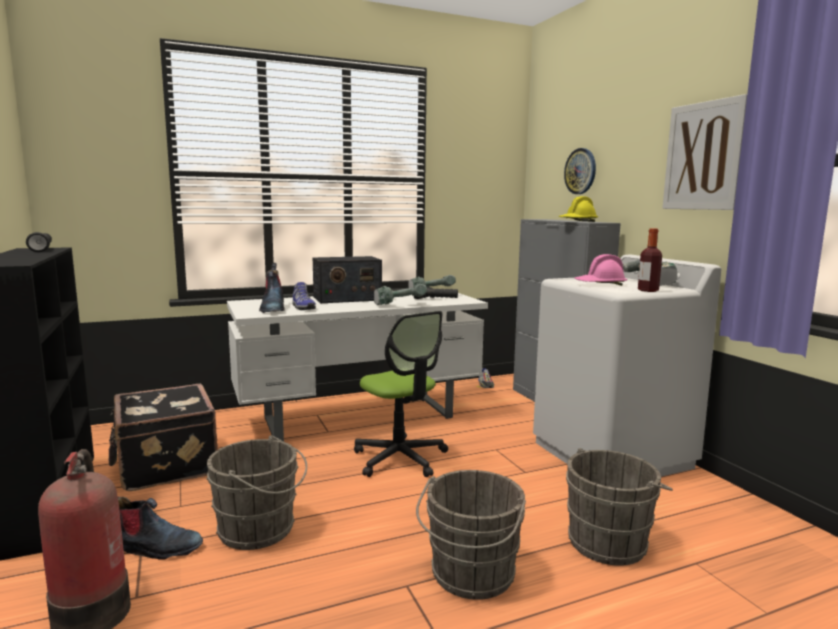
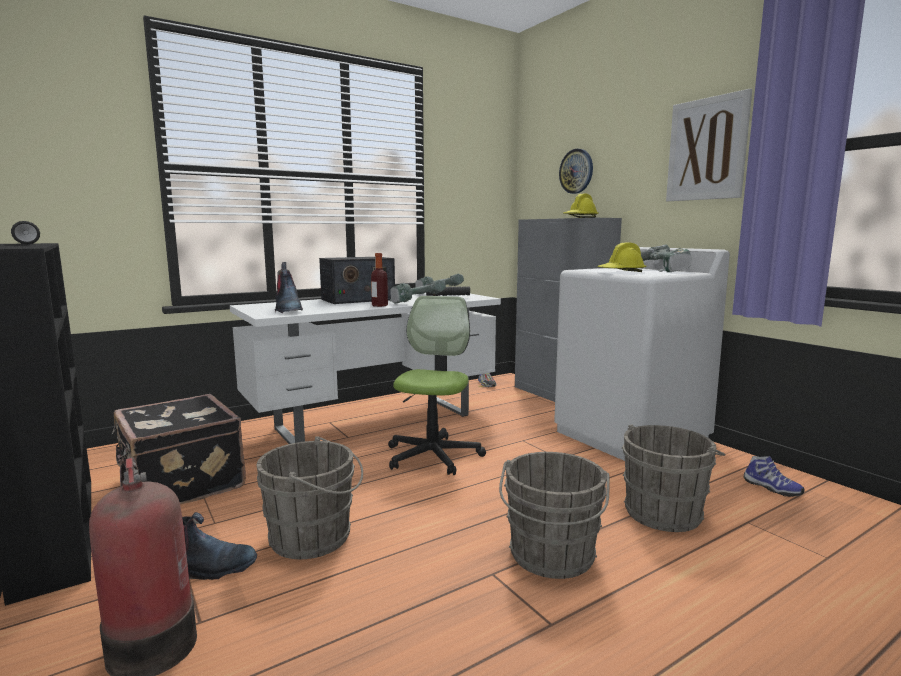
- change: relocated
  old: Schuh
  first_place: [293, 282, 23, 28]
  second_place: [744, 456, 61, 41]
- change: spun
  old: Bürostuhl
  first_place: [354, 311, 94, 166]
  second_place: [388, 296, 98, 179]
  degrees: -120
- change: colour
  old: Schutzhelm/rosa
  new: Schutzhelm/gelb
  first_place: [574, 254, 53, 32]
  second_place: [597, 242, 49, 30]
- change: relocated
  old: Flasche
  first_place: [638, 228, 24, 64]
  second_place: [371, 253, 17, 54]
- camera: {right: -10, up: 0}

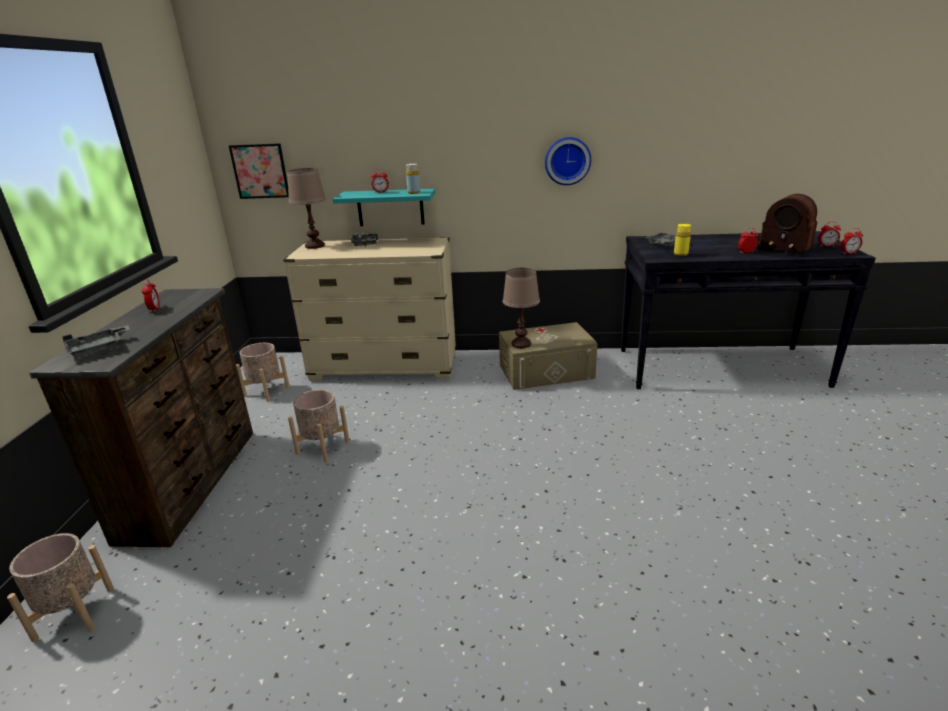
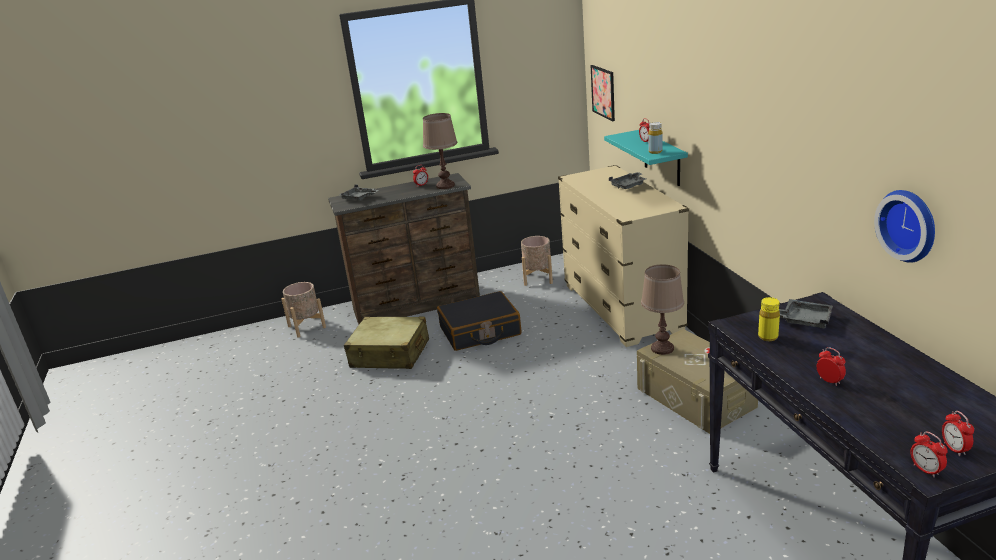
- change: relocated
  old: Tischlampe/braun
  first_place: [287, 168, 39, 81]
  second_place: [423, 113, 34, 76]
- change: exchanged
  old: Pflanzkübel/beige
  new: Koffer/schwarz
  first_place: [288, 390, 62, 72]
  second_place: [437, 291, 84, 60]
- change: relocated
  old: Wanduhr
  first_place: [545, 137, 46, 48]
  second_place: [874, 190, 61, 73]
- change: missing
  old: Radio
  first_place: [757, 194, 60, 61]
- change: appeared
  new: Koffer/beige
  second_place: [344, 317, 85, 52]
- camera: {right: 70, up: 0}

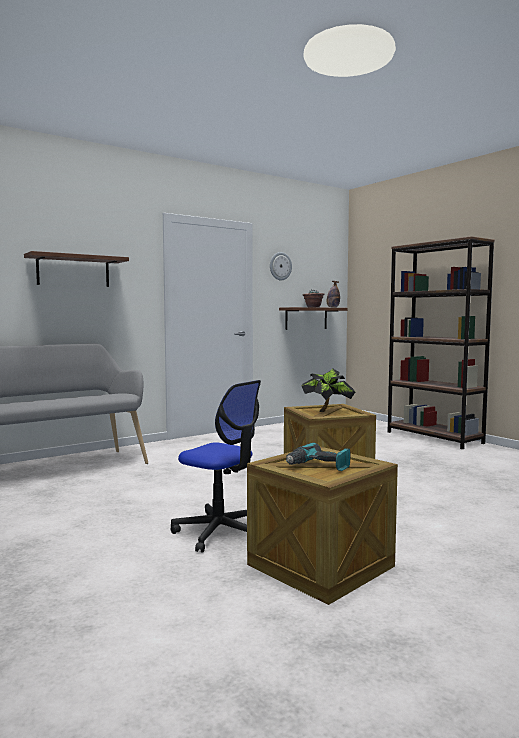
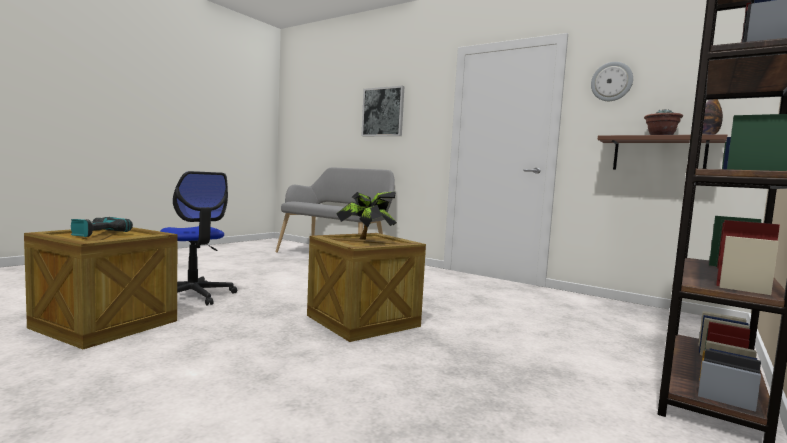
- change: exchanged
  old: Wandregal/braun
  new: Bild
  first_place: [24, 251, 105, 36]
  second_place: [361, 86, 43, 50]
- change: spun
  old: Bürostuhl
  first_place: [171, 380, 90, 172]
  second_place: [160, 171, 77, 135]
  degrees: -60
- camera: {right: 70, up: 0}

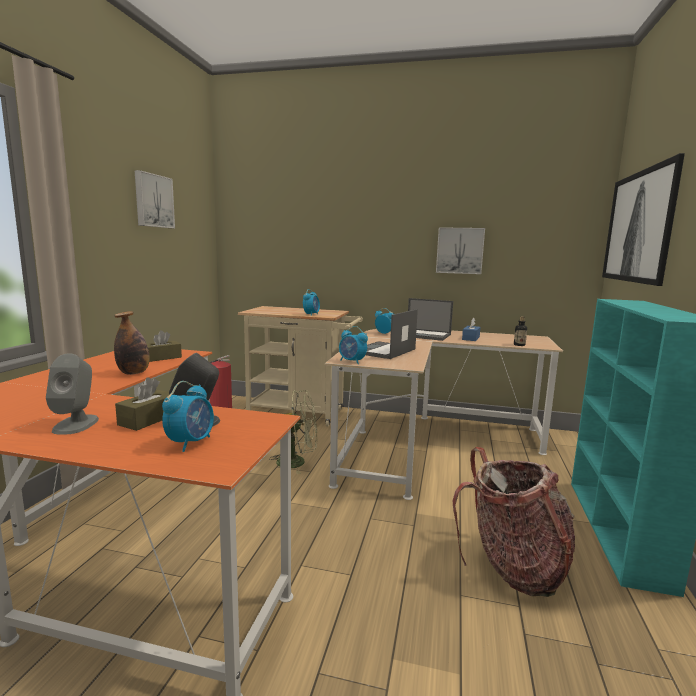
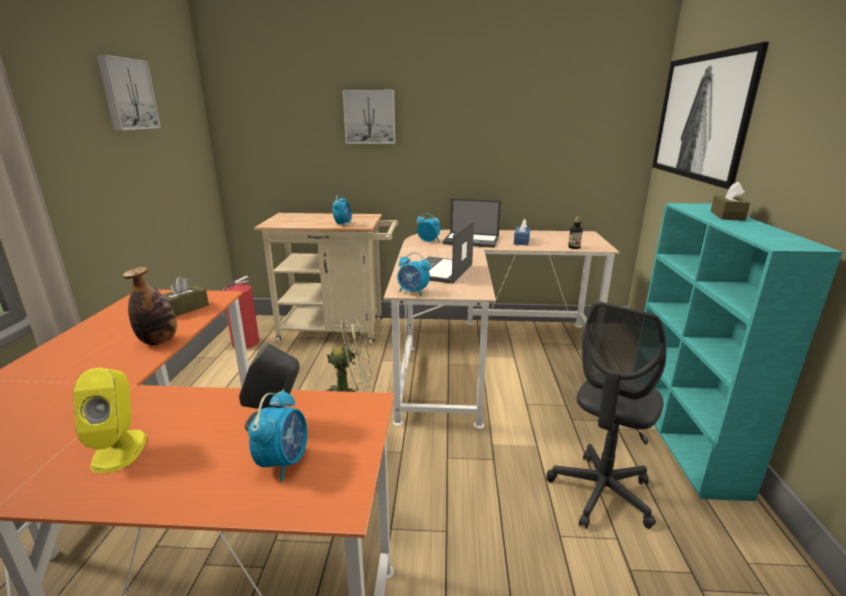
- change: colour
  old: Lautsprecher/grau
  new: Lautsprecher/gelb
  first_place: [46, 353, 53, 82]
  second_place: [73, 368, 74, 105]
- change: relocated
  old: Taschentuchbox/braun
  first_place: [115, 377, 54, 54]
  second_place: [711, 181, 39, 40]
- change: relocated
  old: Bild
  first_place: [436, 227, 49, 47]
  second_place: [343, 90, 52, 54]
- change: exchanged
  old: Rucksack
  new: Bürostuhl/grau
  first_place: [453, 447, 122, 150]
  second_place: [546, 301, 120, 228]
- camera: {right: -10, up: 10}

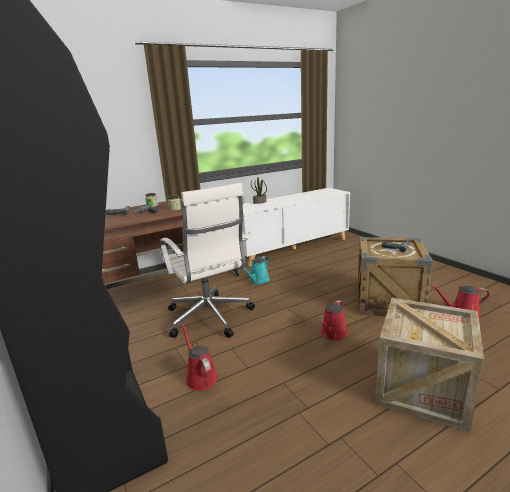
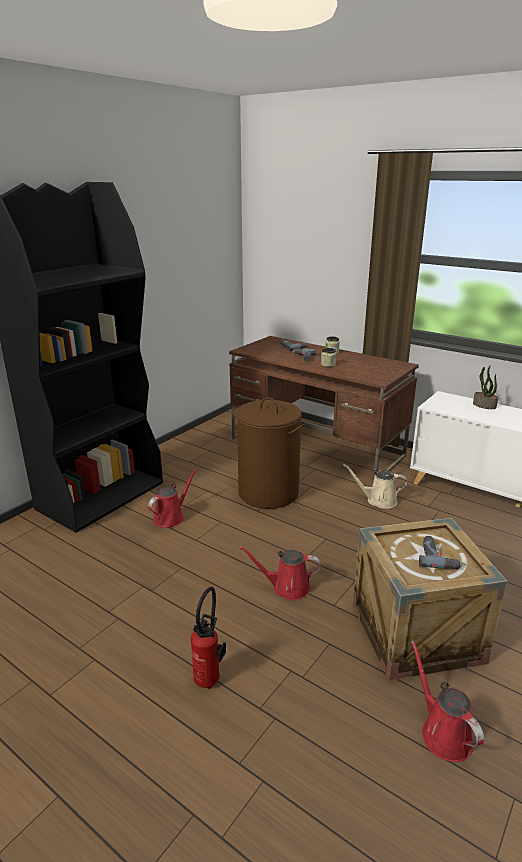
- change: exchanged
  old: Bürostuhl/weiß
  new: Wäschekorb/braun
  first_place: [160, 183, 95, 155]
  second_place: [234, 397, 71, 112]
- change: colour
  old: Gießkanne/türkis
  new: Gießkanne/beige
  first_place: [243, 256, 27, 28]
  second_place: [343, 464, 64, 45]
- change: exchanged
  old: Kiste
  new: Feuerlöscher
  first_place: [375, 298, 109, 134]
  second_place: [191, 587, 35, 102]
- camera: {right: 65, up: 5}

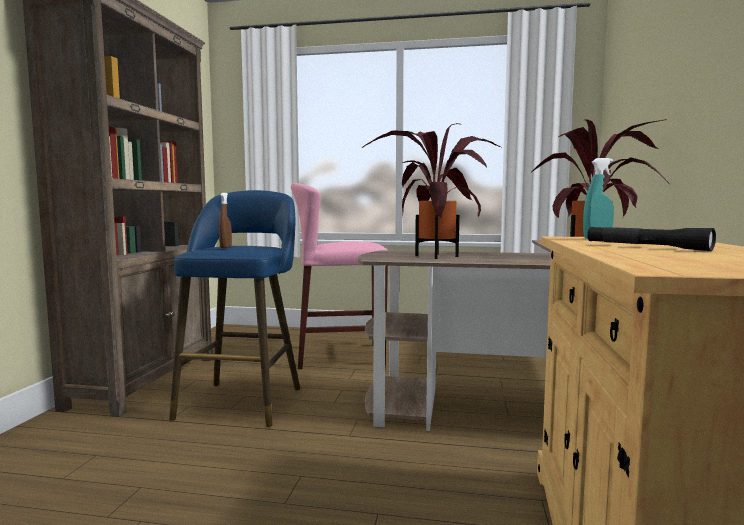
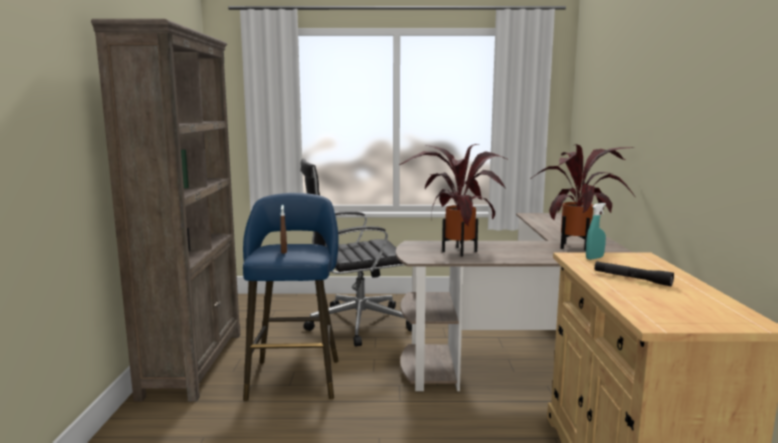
- change: exchanged
  old: Hocker/rosa
  new: Bürostuhl/schwarz
  first_place: [291, 183, 98, 186]
  second_place: [300, 159, 112, 188]
- camera: {right: -10, up: 5}

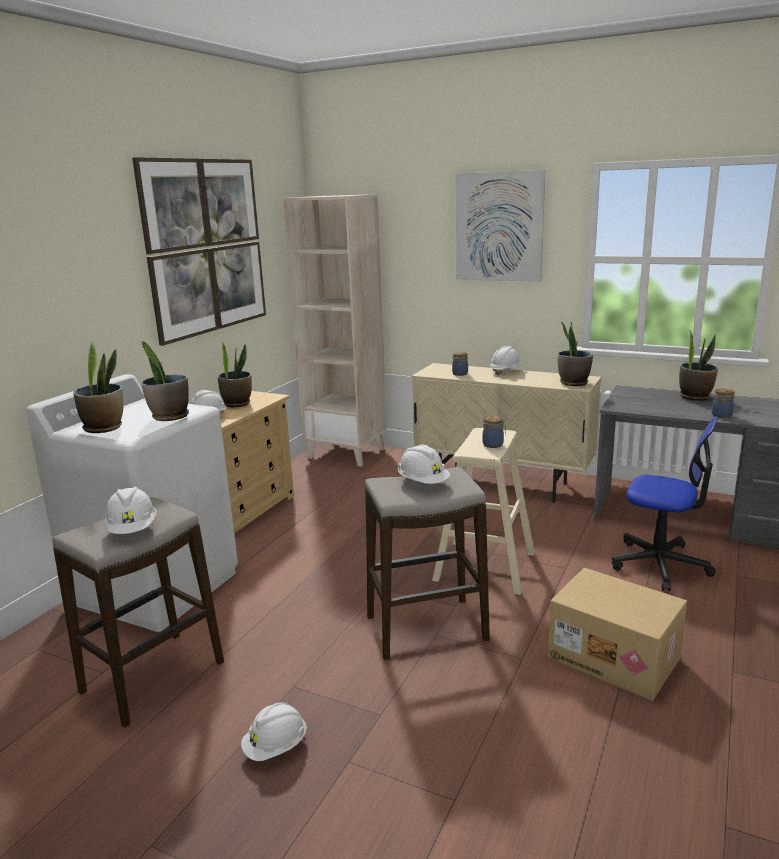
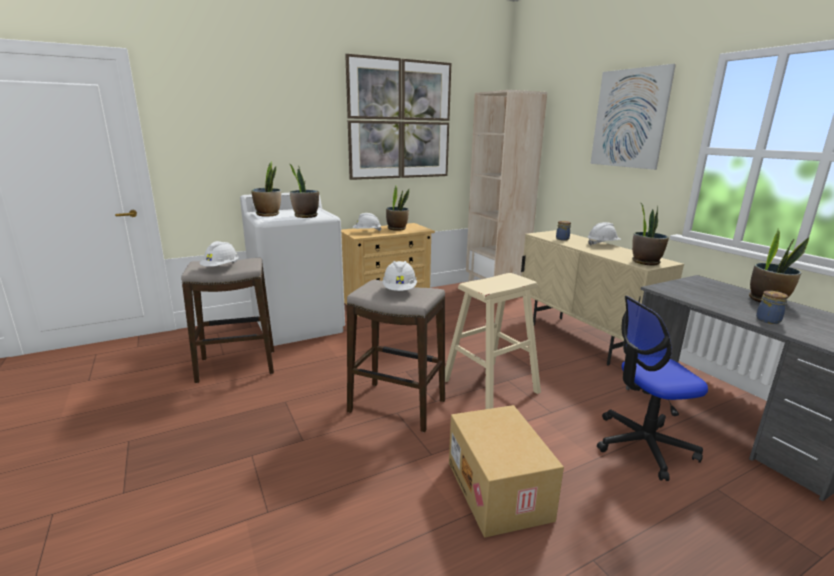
- change: missing
  old: Schutzhelm/weiß
  first_place: [241, 702, 66, 59]
- change: missing
  old: Vorratsglas
  first_place: [482, 416, 24, 32]
- change: spun
  old: Bürostuhl
  first_place: [612, 416, 106, 175]
  second_place: [597, 296, 111, 185]
  degrees: 105
- camera: {right: 35, up: 0}

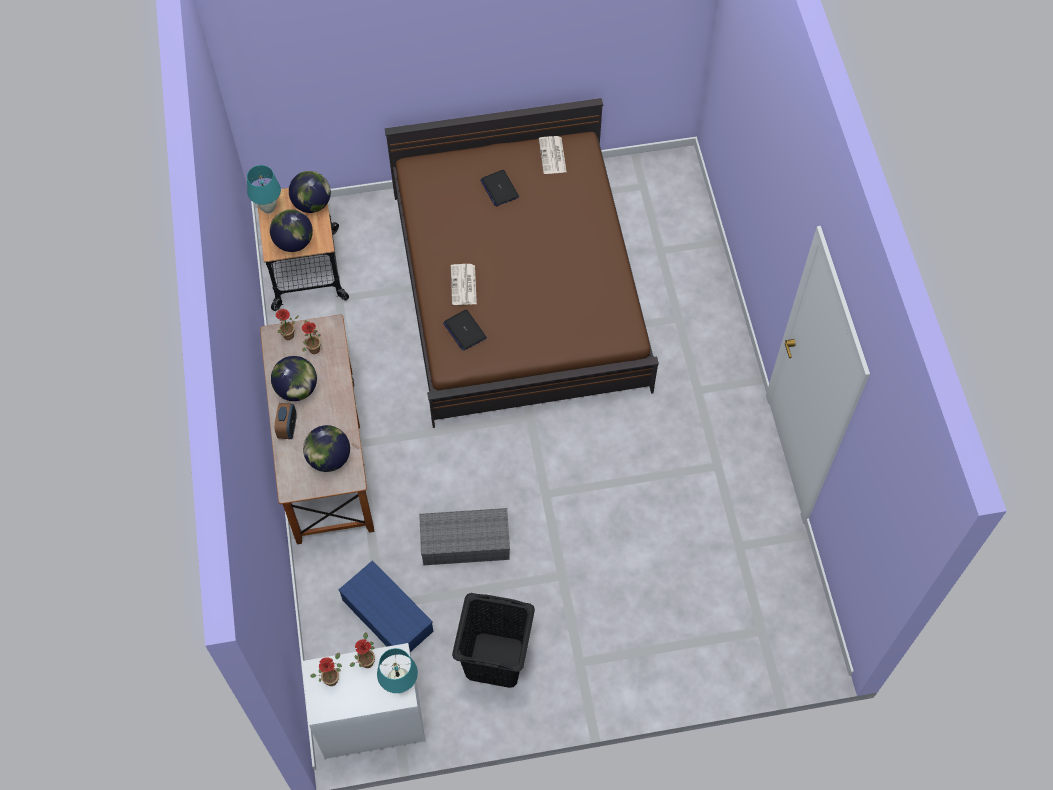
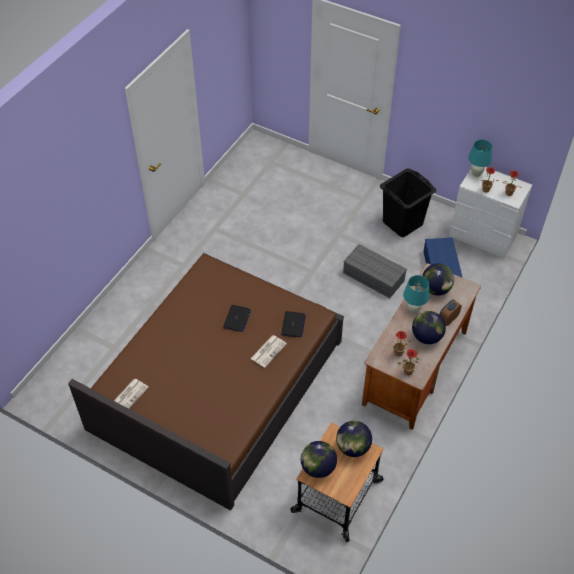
- change: relocated
  old: Tischlampe/türkis
  first_place: [247, 165, 34, 49]
  second_place: [403, 275, 27, 39]
- change: relocated
  old: Laptop
  first_place: [480, 170, 39, 36]
  second_place: [223, 305, 28, 27]
- camera: {right: -140, up: -10}

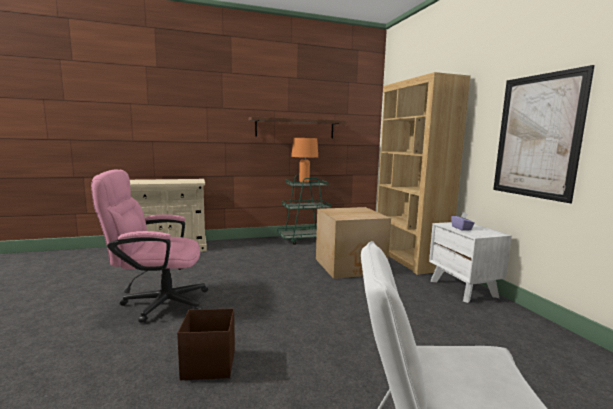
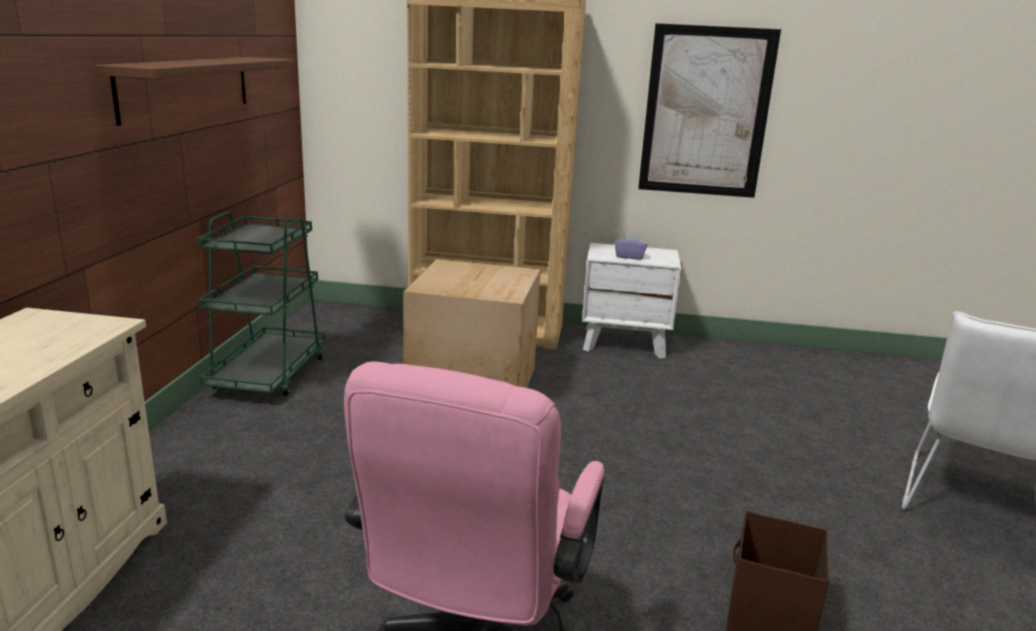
- change: missing
  old: Tischlampe/orange
  first_place: [291, 138, 27, 46]
- camera: {right: -65, up: 10}

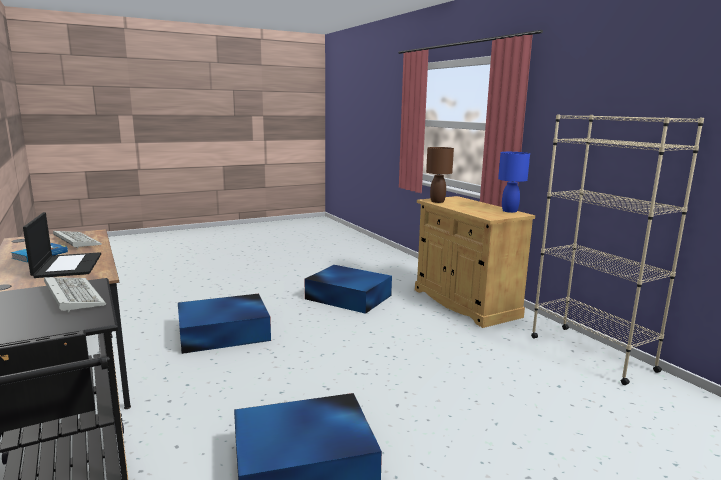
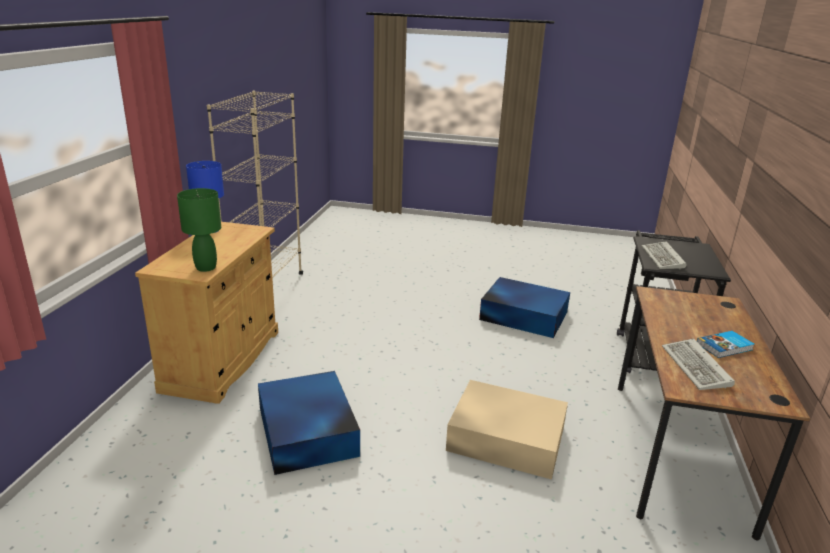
- change: missing
  old: Laptop
  first_place: [23, 212, 78, 66]
- change: colour
  old: Aufbewahrungsbox/blau
  new: Aufbewahrungsbox/beige
  first_place: [178, 294, 93, 60]
  second_place: [446, 380, 122, 100]
- change: colour
  old: Tischlampe/braun
  new: Tischlampe/grün
  first_place: [426, 147, 28, 56]
  second_place: [177, 188, 44, 84]
- camera: {right: -140, up: 10}

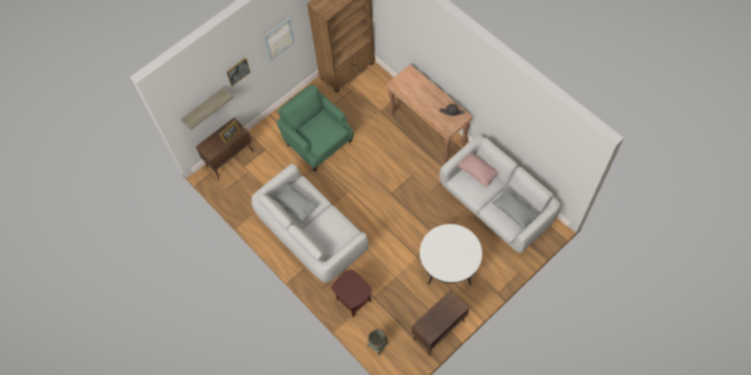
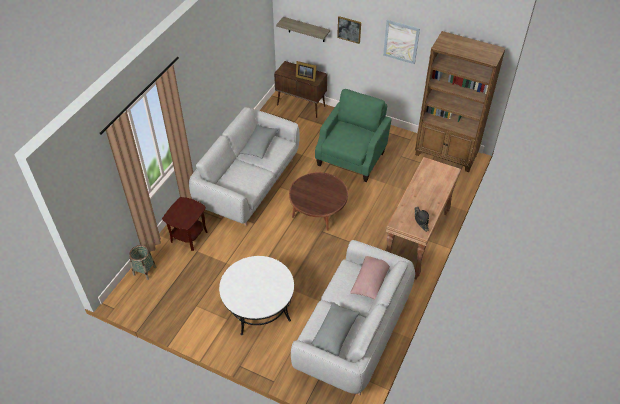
- change: missing
  old: Schrank/braun
  first_place: [412, 290, 57, 66]
- change: appeared
  new: Couchtisch/braun
  second_place: [289, 172, 59, 59]
- camera: {right: 65, up: -15}

